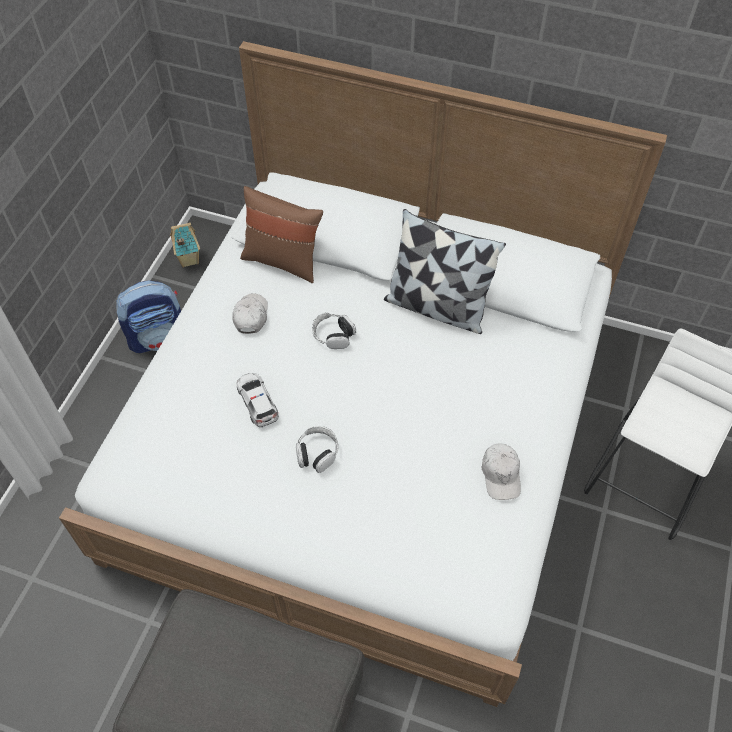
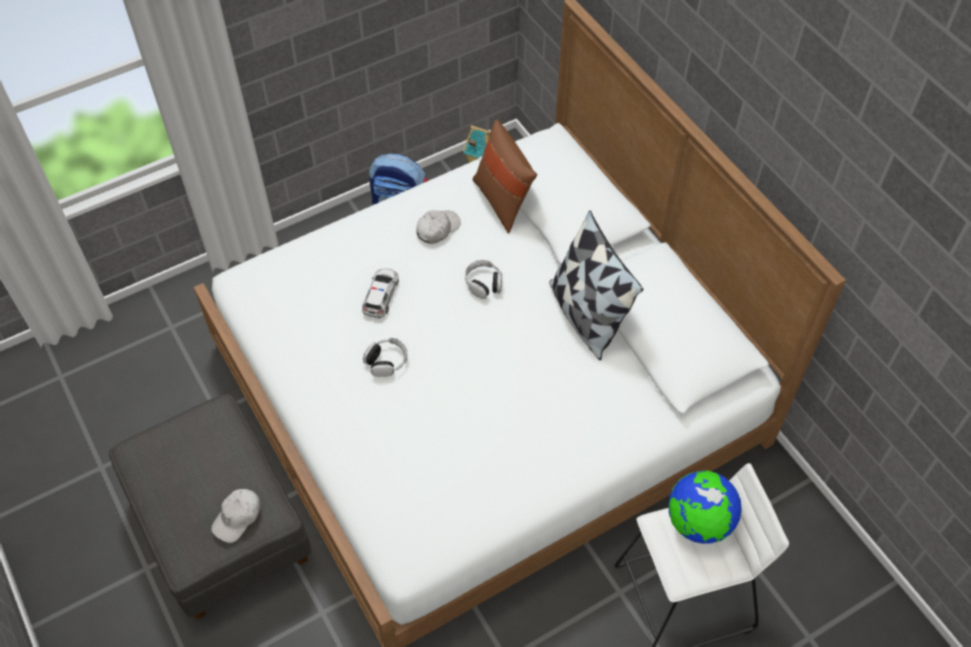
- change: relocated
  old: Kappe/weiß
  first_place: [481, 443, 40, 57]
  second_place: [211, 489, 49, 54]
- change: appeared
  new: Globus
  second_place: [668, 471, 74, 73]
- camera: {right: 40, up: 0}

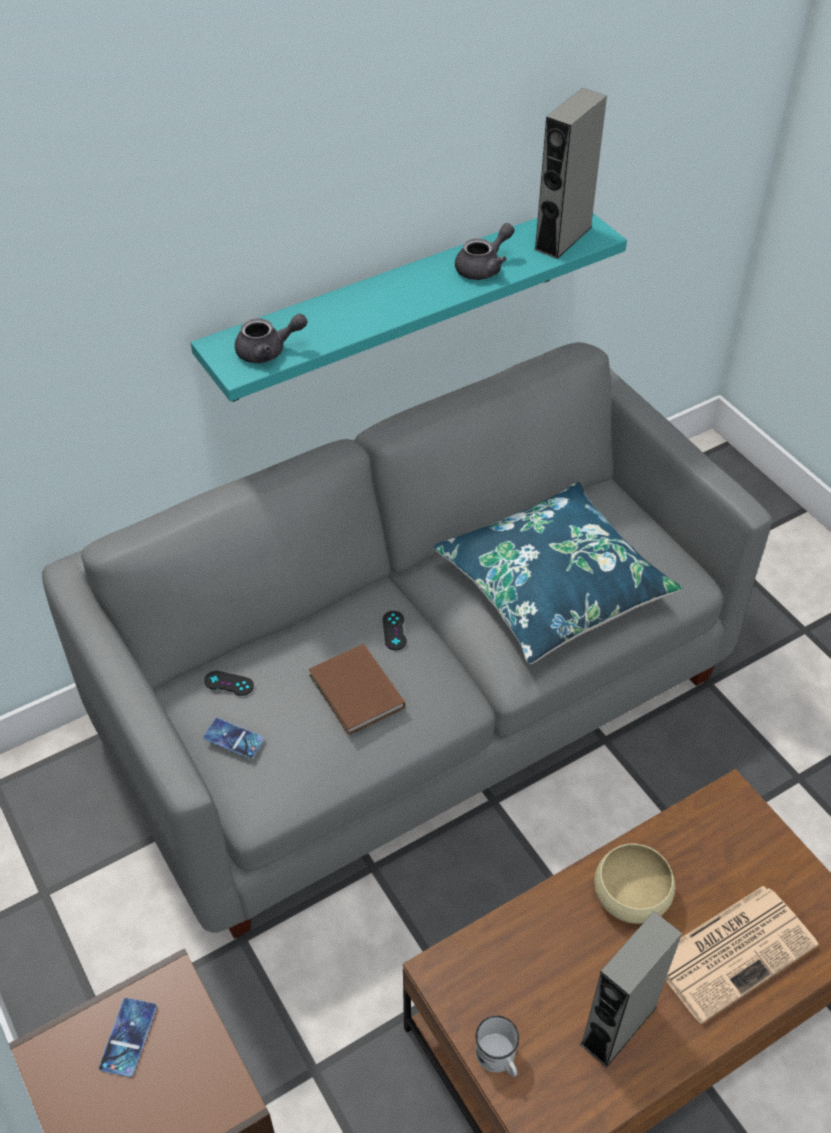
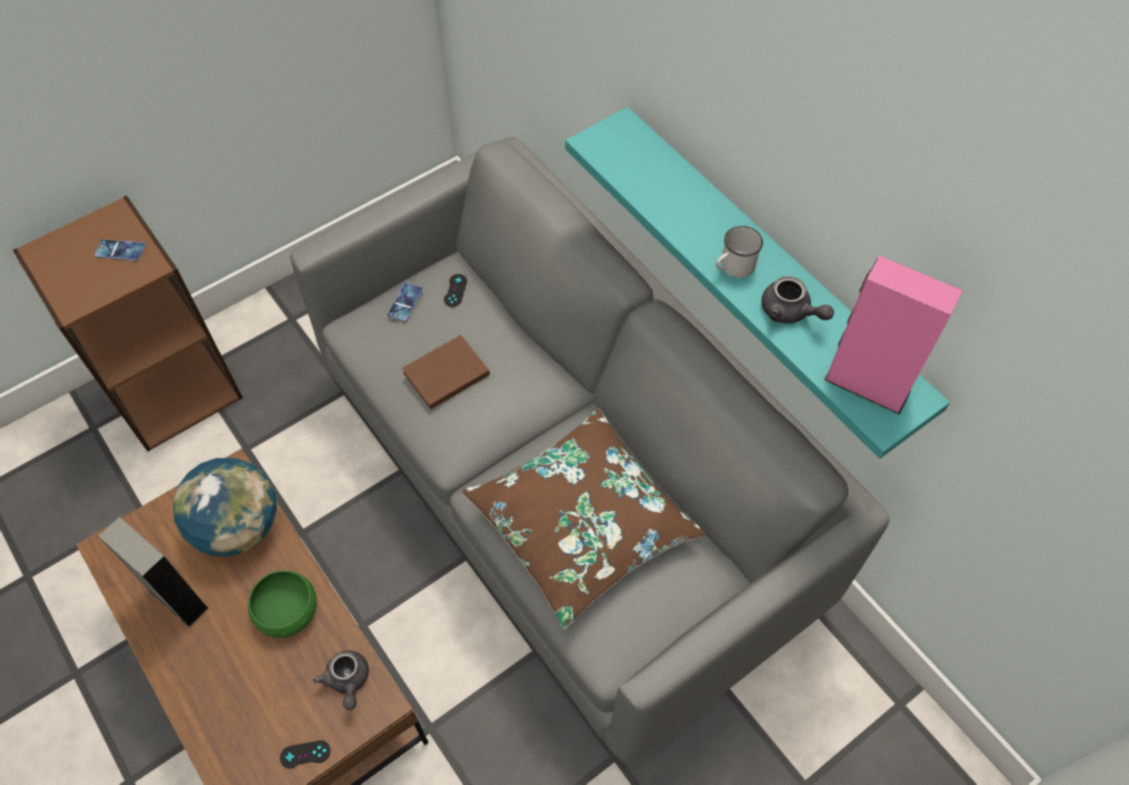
- change: relocated
  old: Teekanne/grau
  first_place: [235, 314, 72, 49]
  second_place: [314, 650, 55, 60]
- change: relocated
  old: Gamepad/schwarz
  first_place: [383, 611, 24, 39]
  second_place: [280, 740, 50, 28]
- change: colour
  old: Kissen/blau
  new: Kissen/braun
  first_place: [433, 482, 250, 182]
  second_place: [462, 408, 243, 222]
- change: relocated
  old: Henkelbecher/weiß
  first_place: [475, 1015, 44, 62]
  second_place: [716, 226, 47, 52]
- change: colour
  old: Lautsprecher/grau
  new: Lautsprecher/rosa
  first_place: [534, 88, 73, 171]
  second_place: [824, 255, 139, 160]
- change: colour
  old: Schüssel/beige
  new: Schüssel/grün
  first_place: [594, 844, 81, 80]
  second_place: [248, 571, 69, 67]
- change: missing
  old: Zeitung
  first_place: [665, 886, 153, 138]
- change: appeared
  new: Globus
  second_place: [173, 458, 104, 98]
- camera: {right: 85, up: 10}

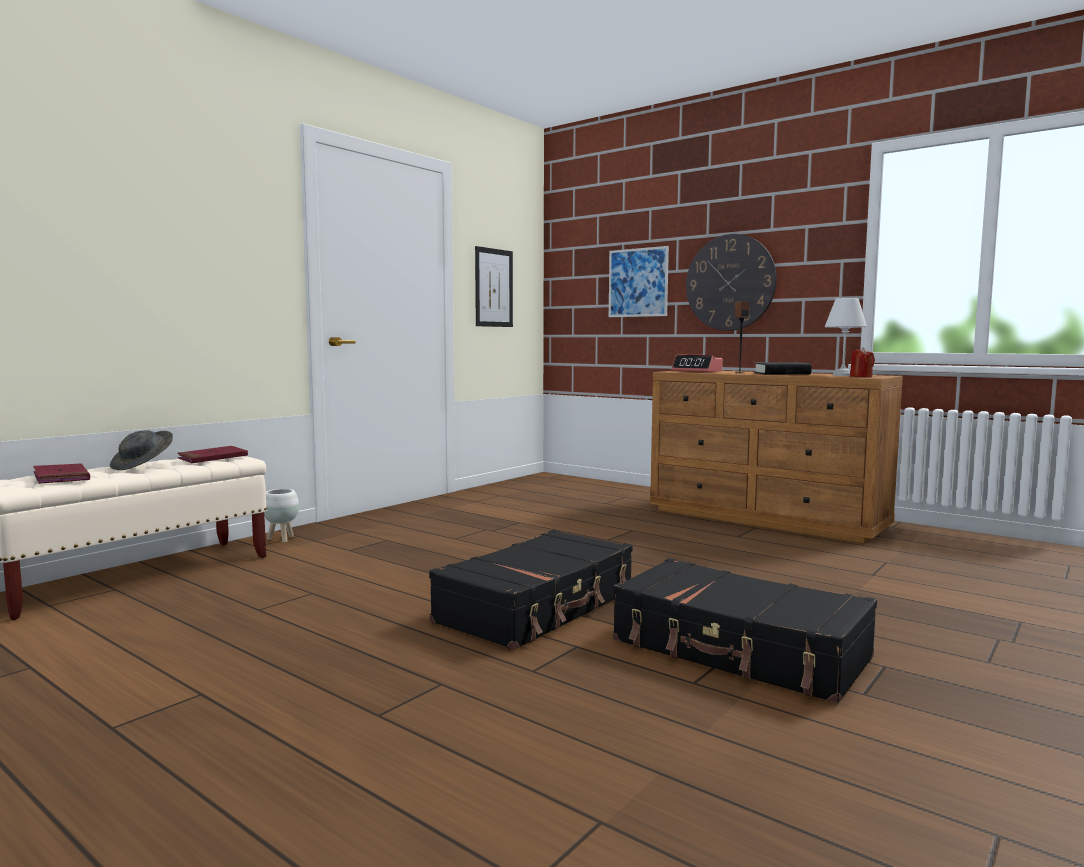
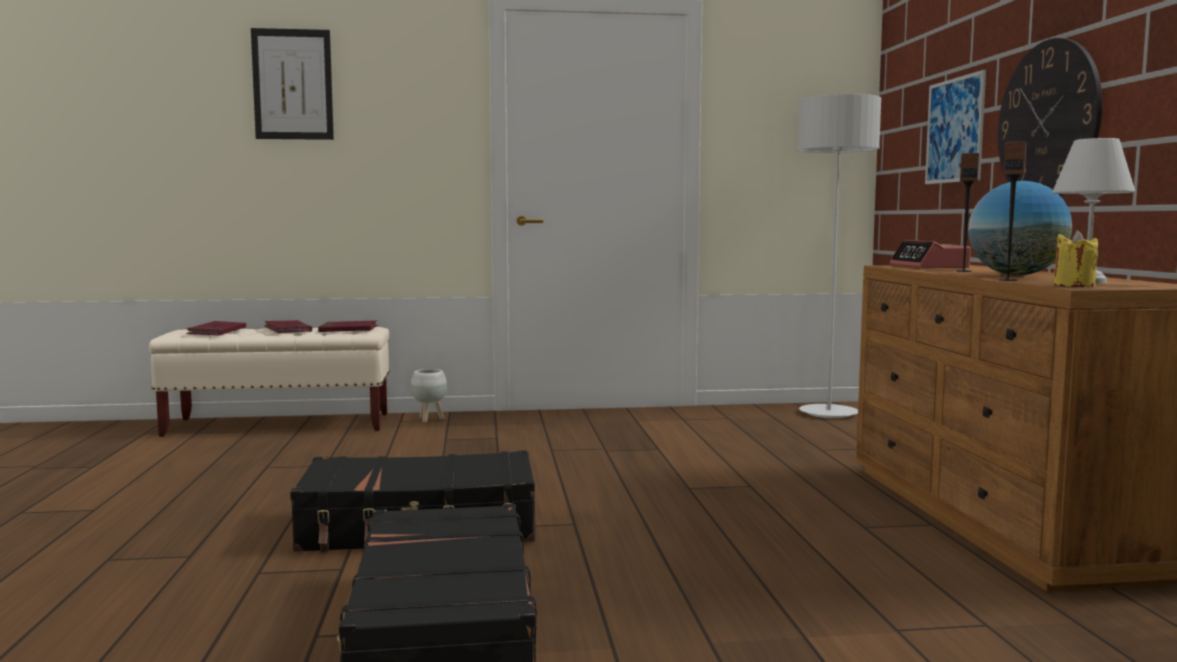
- change: exchanged
  old: Hut/grau
  new: Buch/rot
  first_place: [110, 430, 63, 40]
  second_place: [264, 320, 48, 13]
- change: relocated
  old: Bild
  first_place: [475, 246, 38, 81]
  second_place: [251, 28, 83, 112]
- change: exchanged
  old: Buch/schwarz
  new: Globus
  first_place: [754, 362, 58, 13]
  second_place: [968, 181, 104, 95]
- change: colour
  old: Kerze/rot
  new: Kerze/gelb
  first_place: [850, 347, 25, 31]
  second_place: [1053, 230, 45, 57]
- change: appeared
  new: Stehlampe/grau
  second_place: [798, 94, 83, 324]
- change: appeared
  new: Lautsprecher
  second_place: [998, 141, 29, 140]
- camera: {right: 45, up: 0}

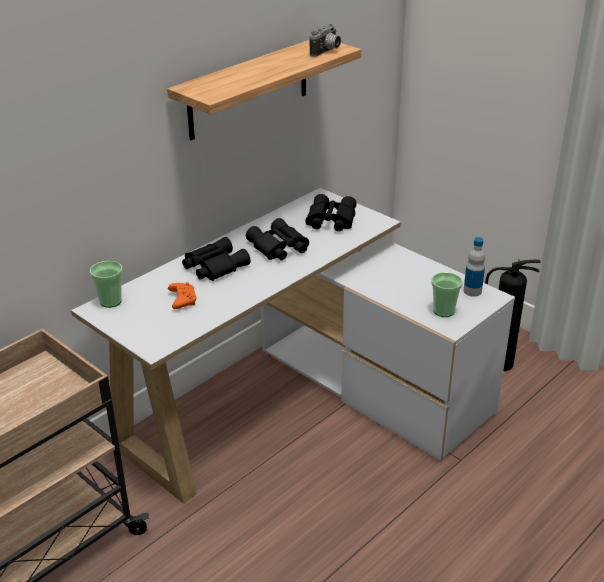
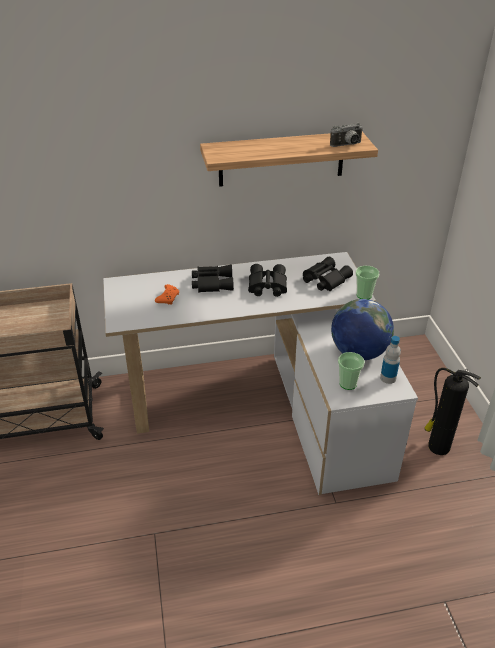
- change: relocated
  old: Tasse
  first_place: [90, 261, 33, 47]
  second_place: [356, 266, 23, 34]
- change: appeared
  new: Globus
  second_place: [331, 299, 63, 61]
- camera: {right: 35, up: 5}

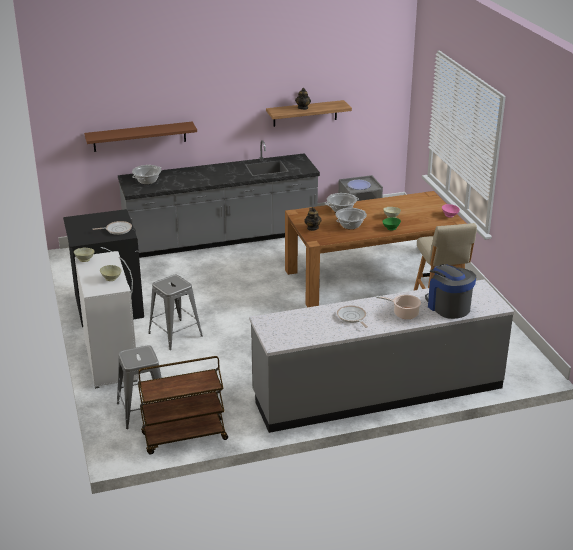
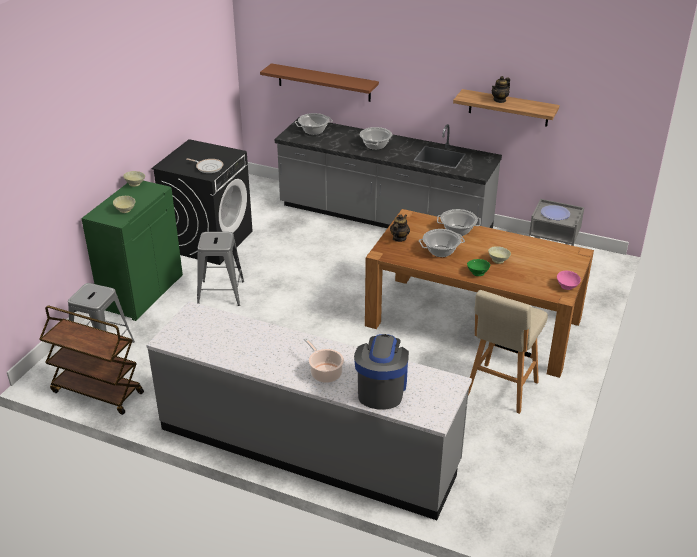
- change: colour
  old: Schrank/weiß
  new: Schrank/grün
  first_place: [75, 251, 64, 138]
  second_place: [81, 181, 102, 140]
- change: missing
  old: Pfanne
  first_place: [337, 306, 31, 22]
- change: appeared
  new: Kochtopf
  second_place: [360, 127, 32, 23]
- camera: {right: 40, up: 5}

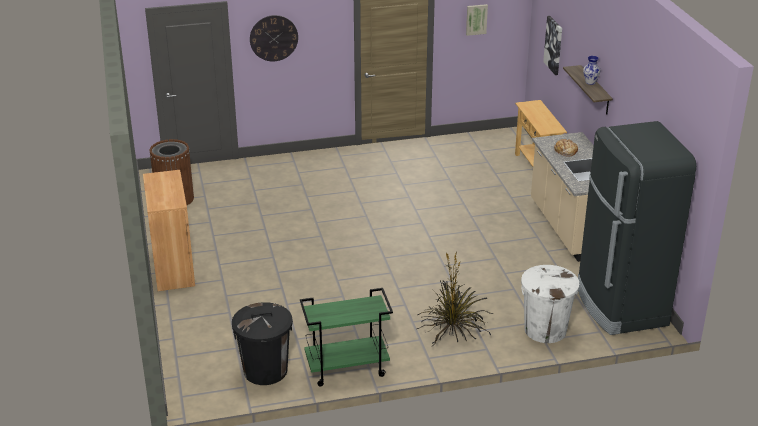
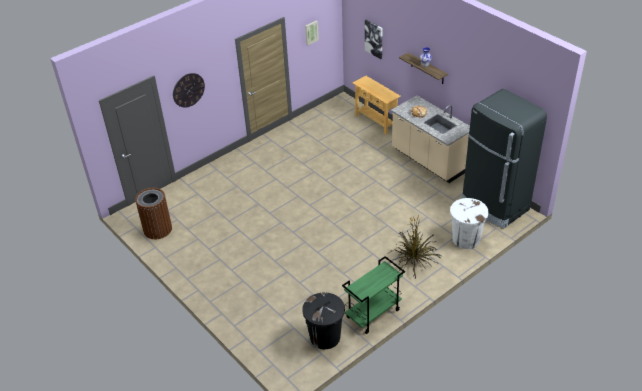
- change: missing
  old: Schrank/braun
  first_place: [143, 170, 52, 121]
- camera: {right: -25, up: 10}

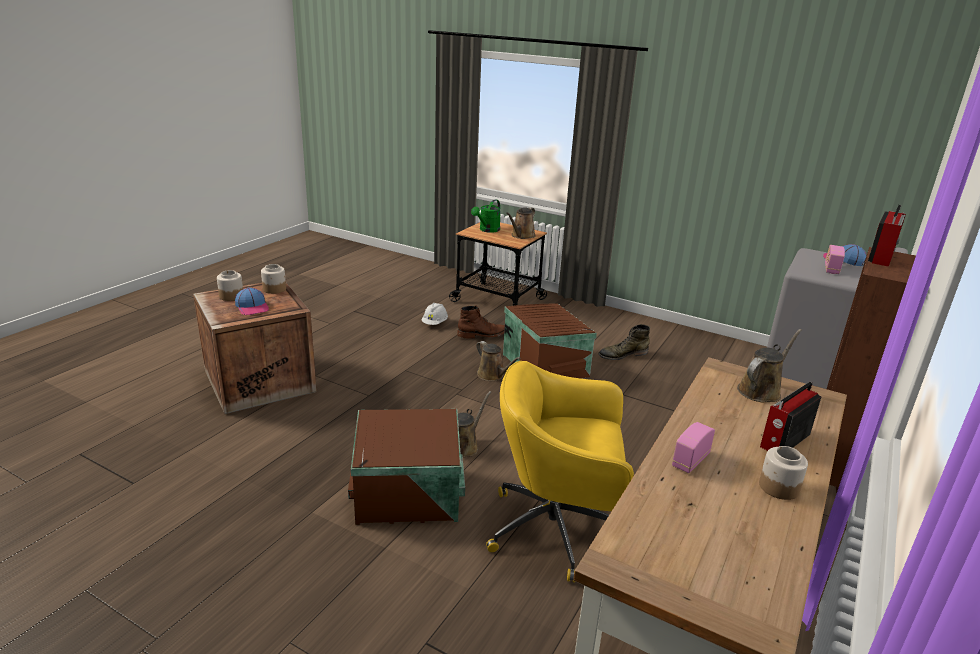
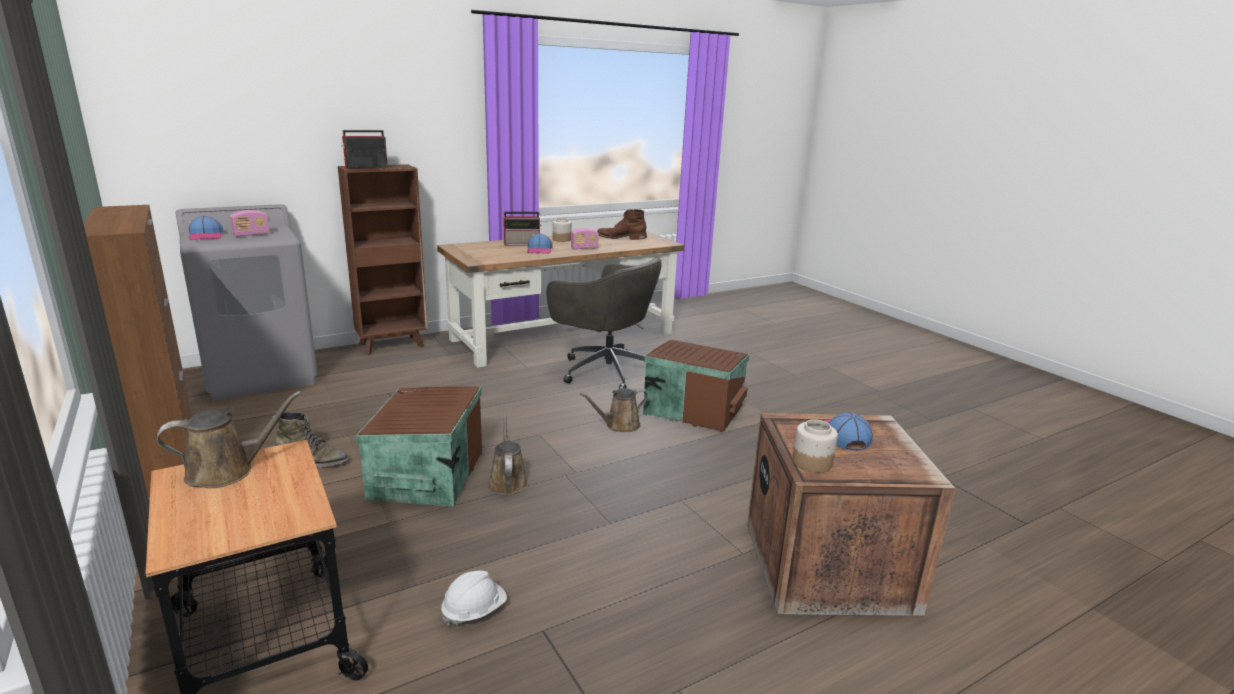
- change: missing
  old: Vorratsglas
  first_place: [217, 270, 26, 31]
- change: relocated
  old: Stiefel/braun
  first_place: [457, 305, 48, 34]
  second_place: [597, 209, 50, 31]
- change: missing
  old: Gießkanne/grün
  first_place: [471, 199, 30, 34]
- change: colour
  old: Bürostuhl/gelb
  new: Bürostuhl/grau
  first_place: [486, 361, 148, 221]
  second_place: [546, 258, 116, 131]
- change: missing
  old: Gießkanne/braun
  first_place: [737, 329, 65, 73]
- change: appeared
  new: Schrank/braun
  second_place: [84, 205, 108, 292]
- change: appeared
  new: Kappe
  second_place: [527, 233, 26, 21]
- camera: {right: -150, up: -5}

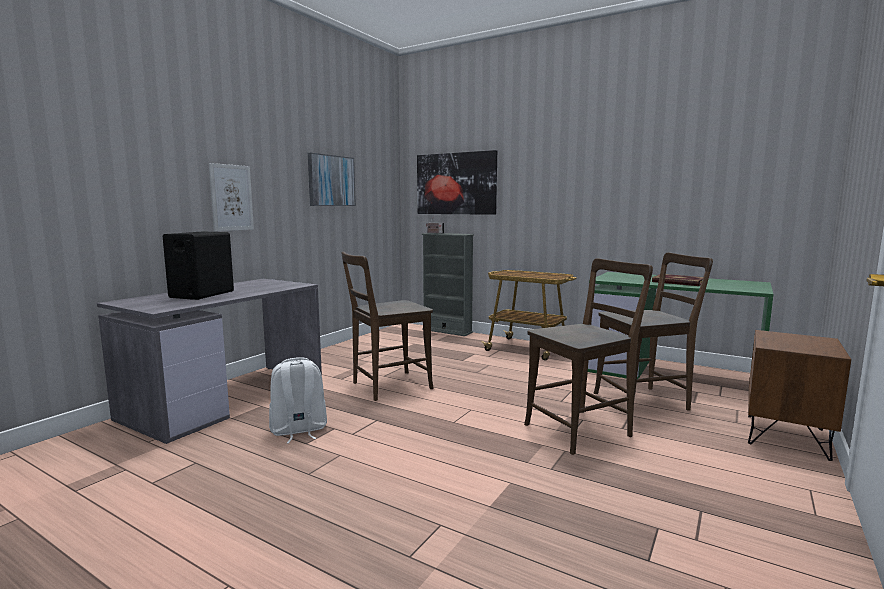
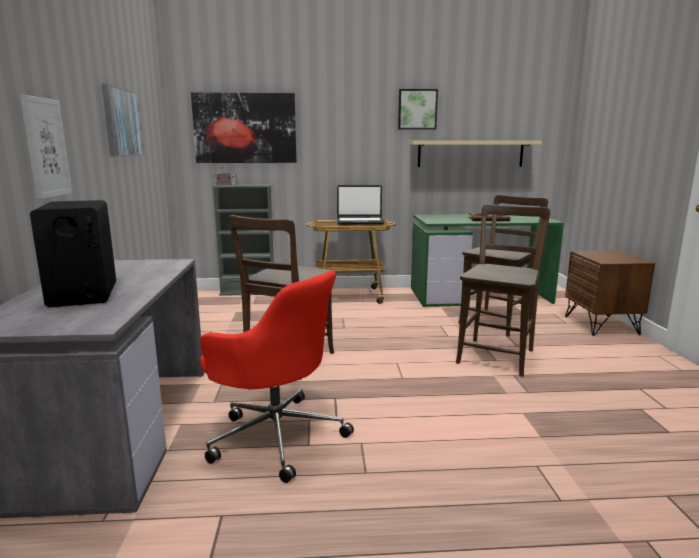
- change: exchanged
  old: Rucksack/weiß
  new: Bürostuhl/rot
  first_place: [269, 357, 58, 86]
  second_place: [200, 270, 154, 213]
- change: appeared
  new: Laptop
  second_place: [337, 185, 47, 40]
- change: appeared
  new: Bild
  second_place: [398, 89, 40, 41]
- change: appeared
  new: Wandregal/beige
  second_place: [409, 141, 133, 26]
- camera: {right: -35, up: 5}

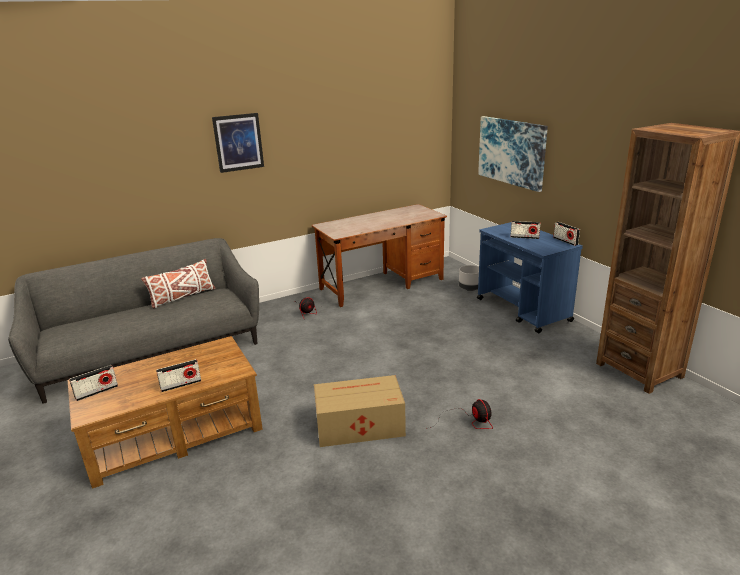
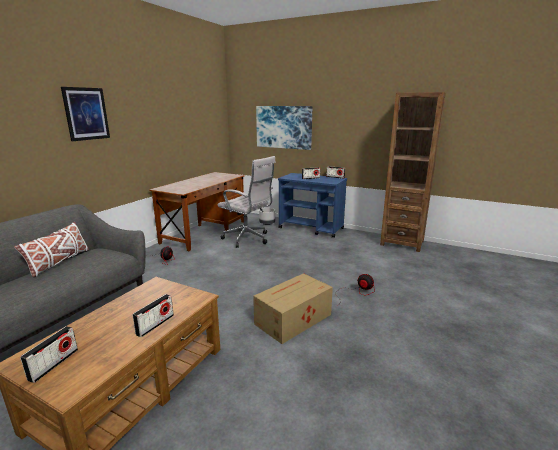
- change: appeared
  new: Bürostuhl/weiß
  second_place: [217, 156, 59, 92]
- camera: {right: -35, up: -5}

